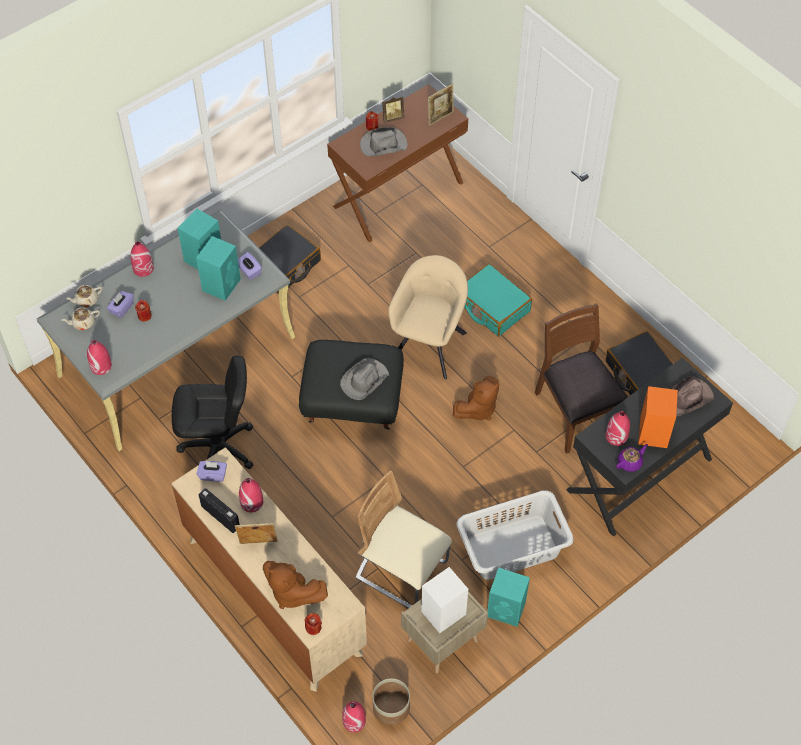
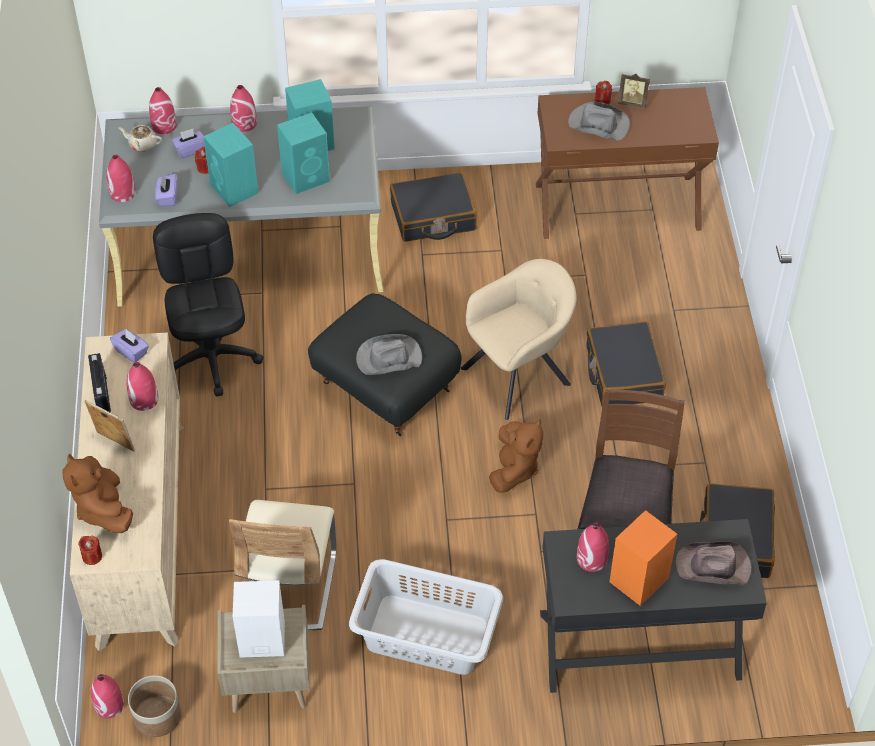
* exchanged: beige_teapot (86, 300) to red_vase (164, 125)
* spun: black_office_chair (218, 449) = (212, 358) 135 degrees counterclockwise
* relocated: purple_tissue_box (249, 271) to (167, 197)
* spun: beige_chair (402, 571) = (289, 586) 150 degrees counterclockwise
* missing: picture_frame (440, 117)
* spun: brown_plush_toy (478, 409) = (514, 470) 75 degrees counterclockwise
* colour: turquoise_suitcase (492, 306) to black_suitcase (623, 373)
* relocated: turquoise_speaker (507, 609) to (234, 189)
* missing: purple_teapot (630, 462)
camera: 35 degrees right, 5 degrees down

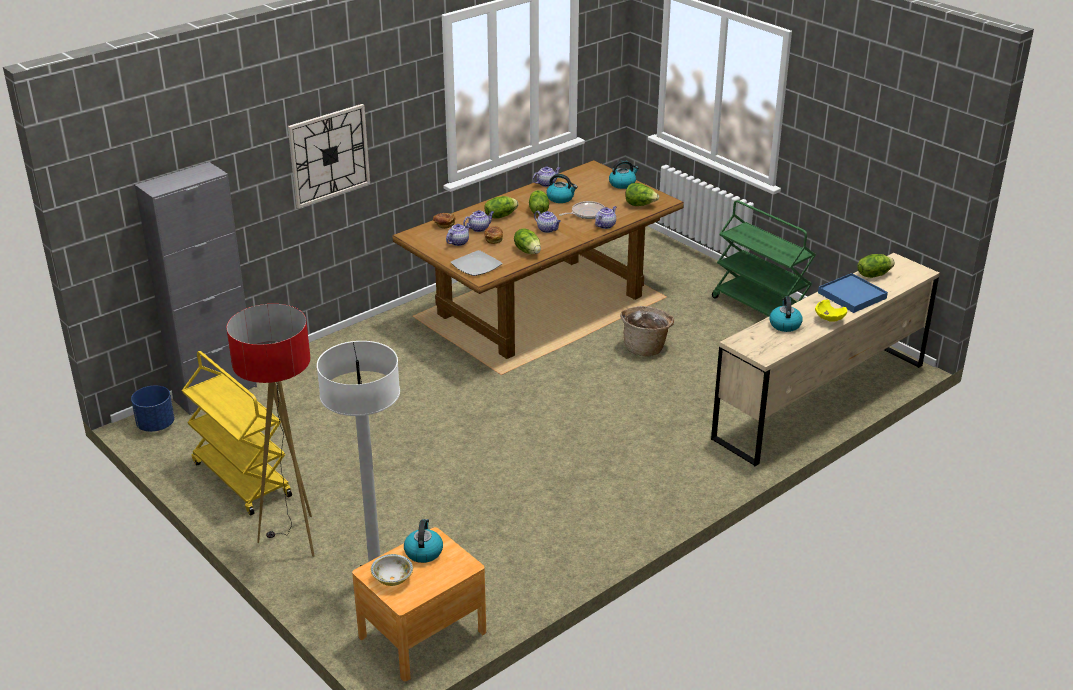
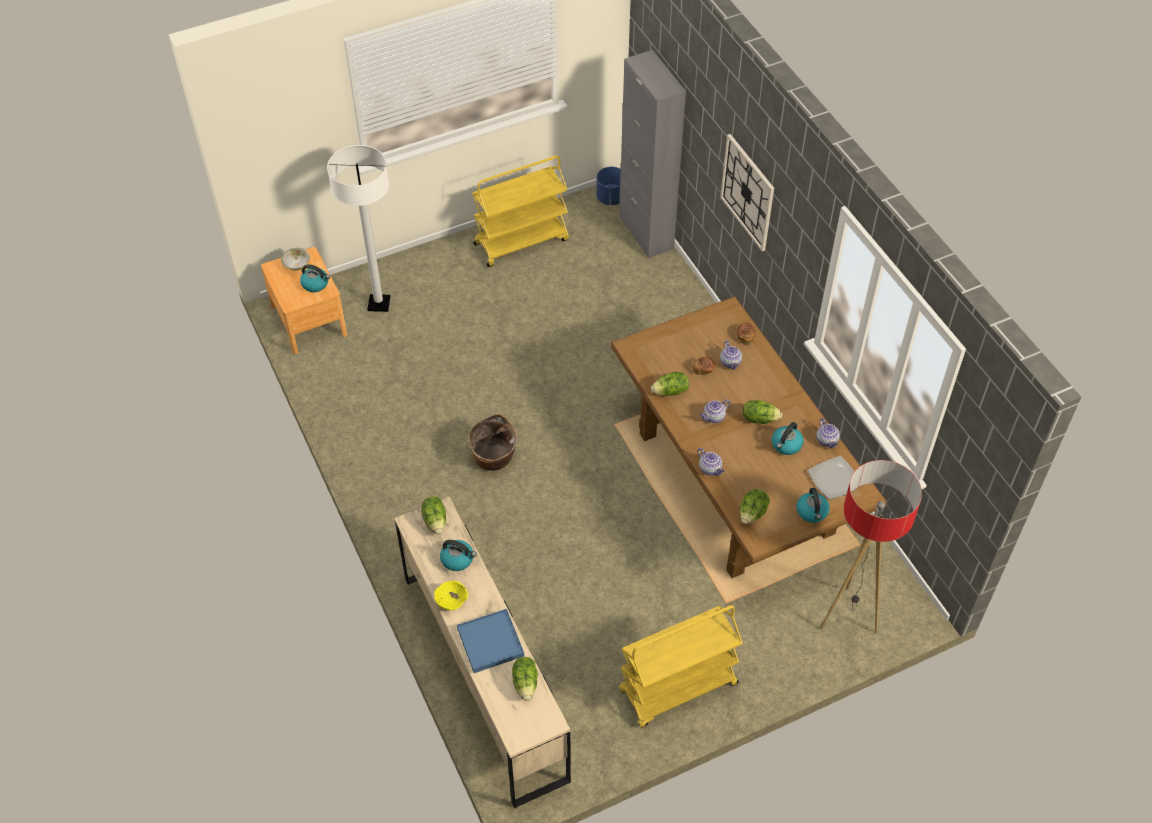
* relocated: floor_lamp (293, 538) to (848, 616)
* missing: teapot (458, 242)
* relocated: plate (477, 265) to (834, 479)
* relocated: lettuce (500, 216) to (436, 521)
* missing: frying_pan (586, 213)
* relocated: basket (645, 347) to (494, 459)
* colour: green_cart (760, 309) to yellow_cart (677, 688)
camera: 105 degrees right, 20 degrees up

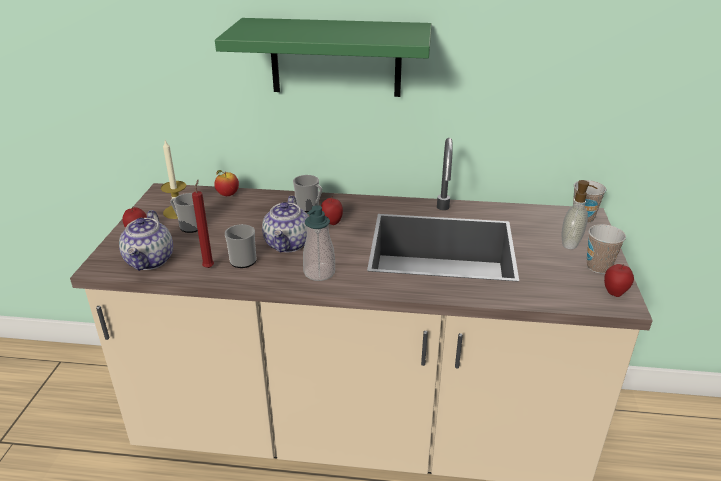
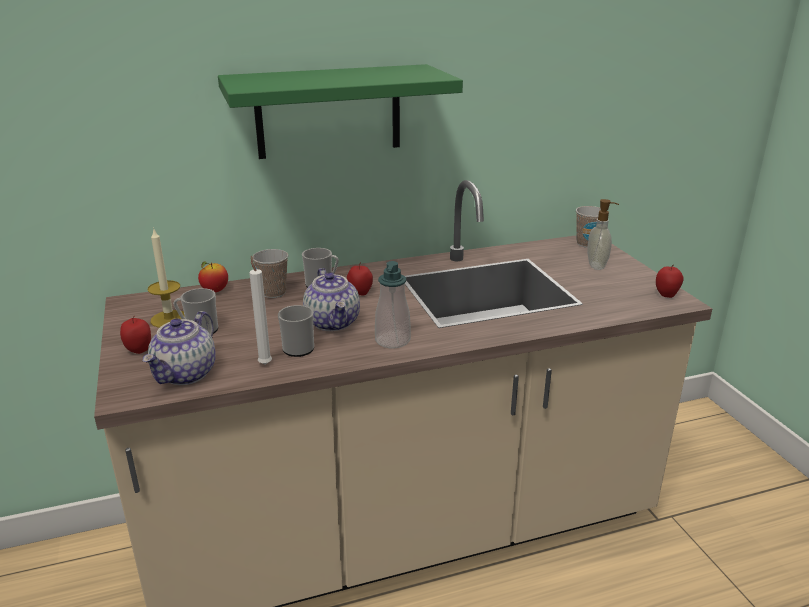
* spun: teapot (150, 261) = (186, 374) 45 degrees clockwise
* colour: red_candle (209, 267) to white_candle (264, 363)
* relocated: cup (598, 267) to (273, 293)
camera: 25 degrees left, 5 degrees down

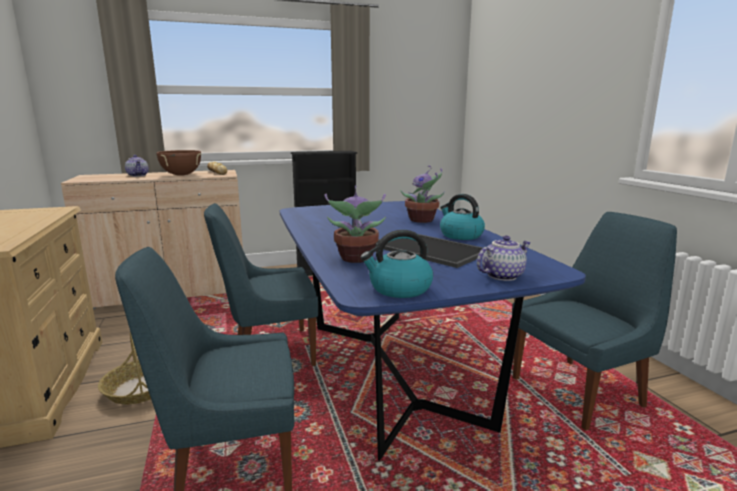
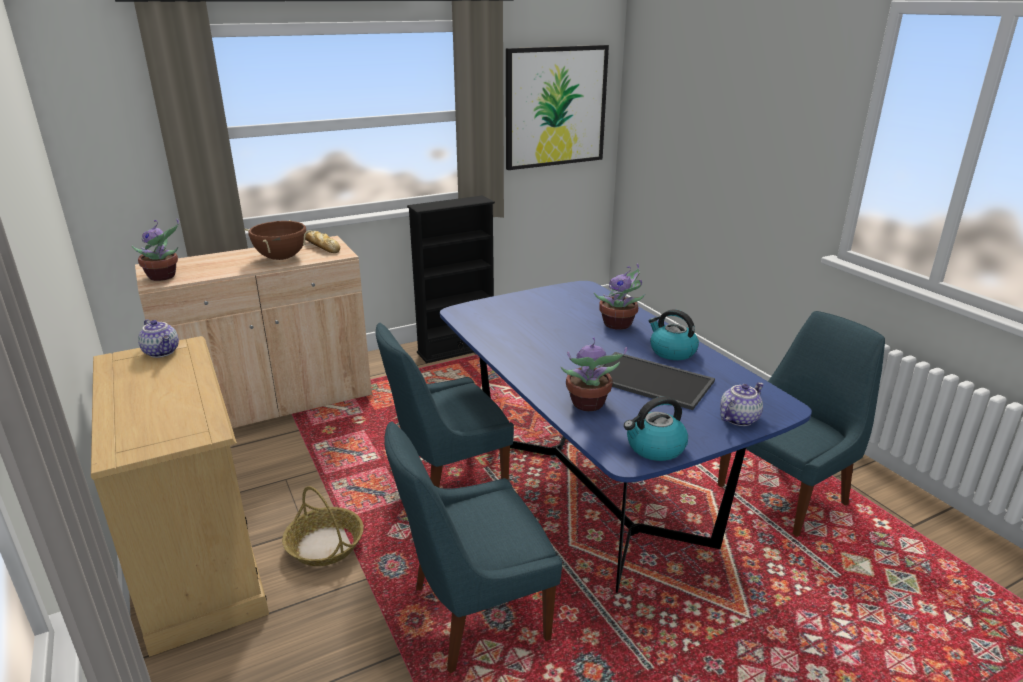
* relocated: teapot (138, 175) to (162, 352)
* appeared: potted_plant (163, 277)
* appeared: picture (555, 107)
camera: 10 degrees left, 10 degrees up

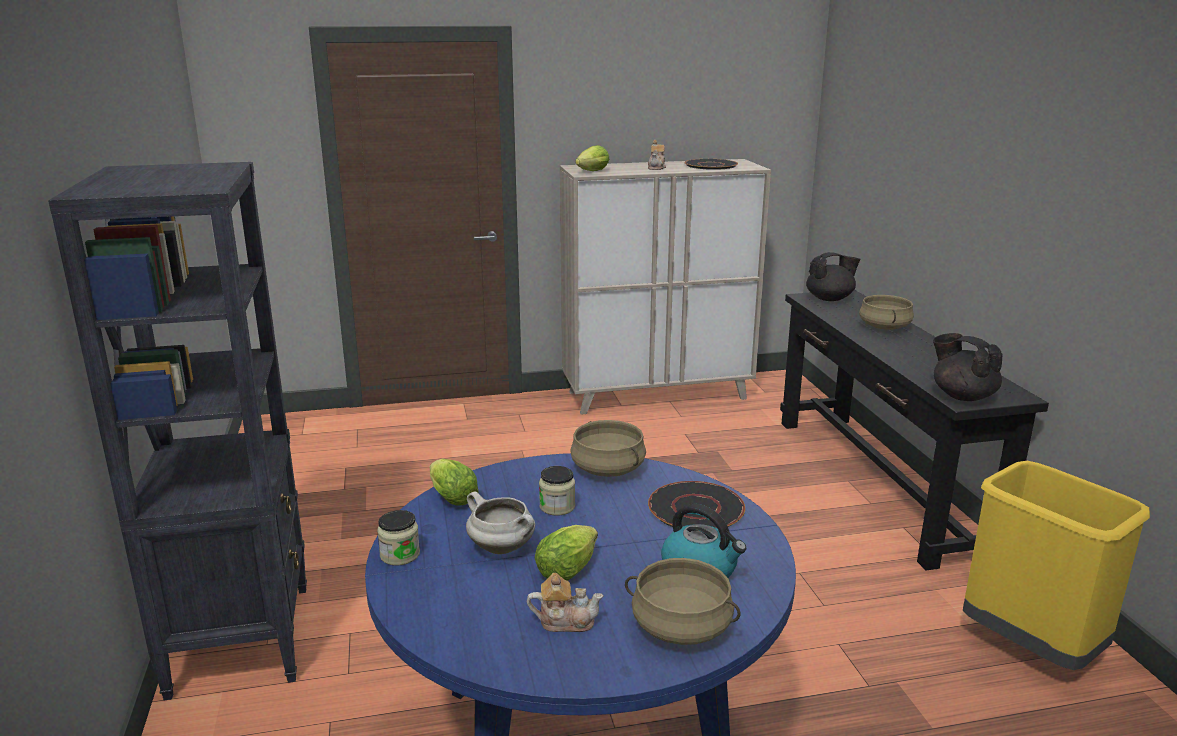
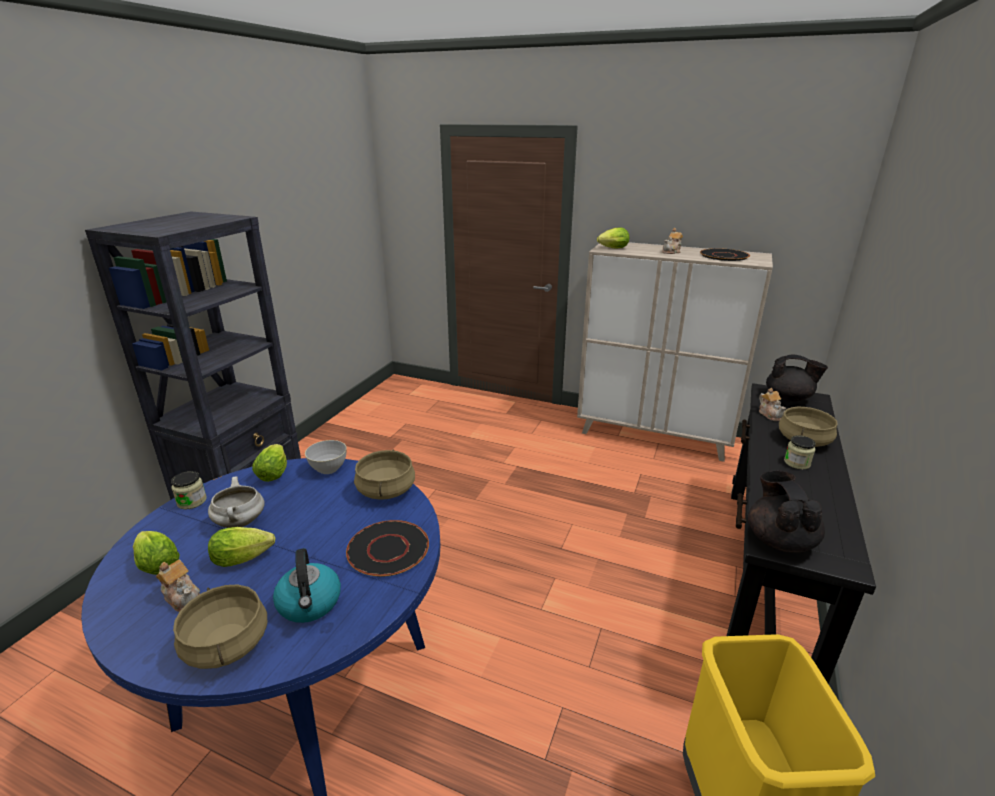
* relocated: jar (557, 507) to (797, 463)
* appeared: lettuce (157, 563)
* appeared: grey_bowl (328, 469)
* appeared: teapot (770, 414)
camera: 35 degrees right, 5 degrees up

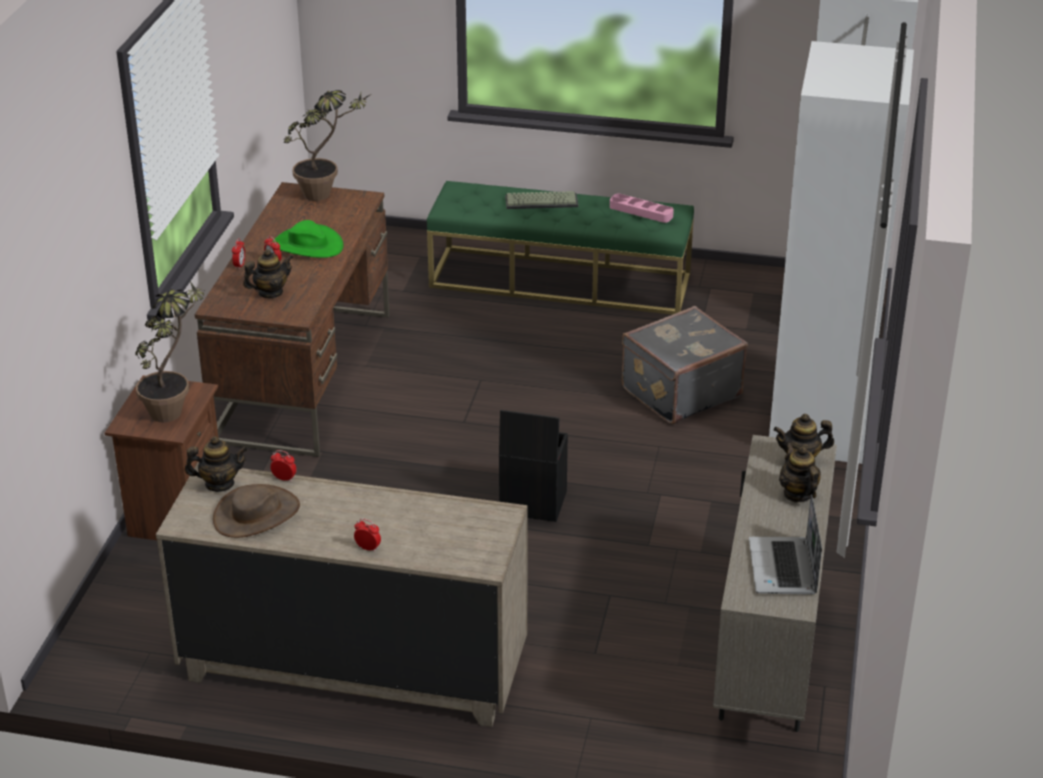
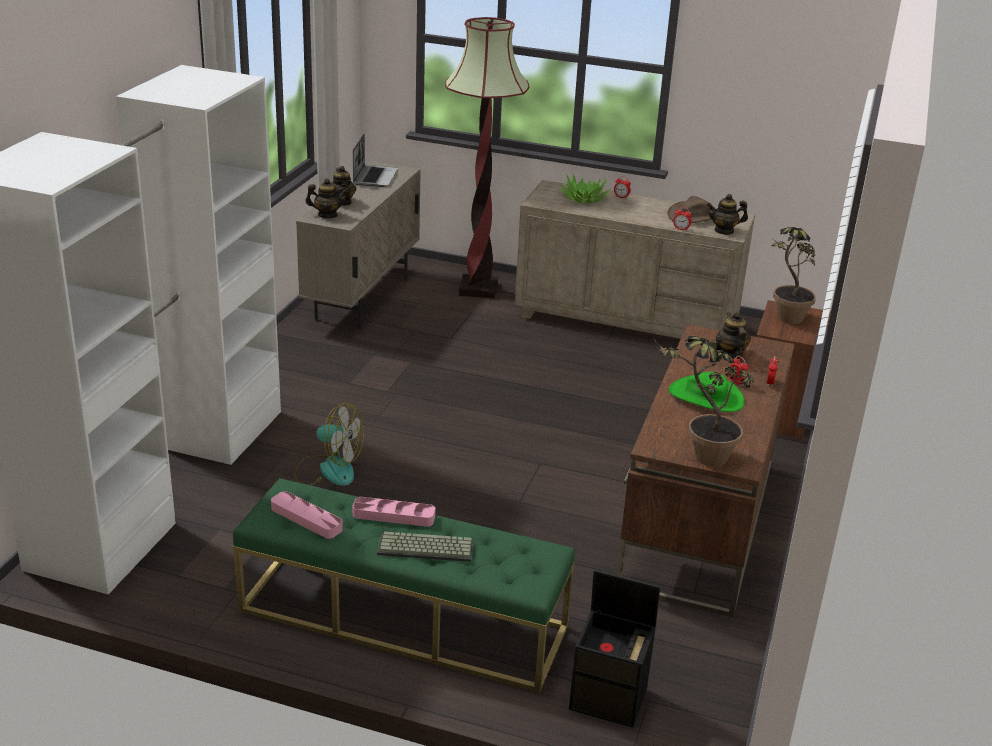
* spun: teapot (270, 292) = (730, 354) 105 degrees clockwise
* relocated: black_storage_box (531, 503) to (610, 698)
* exchanged: grey_suitcase (679, 391) to fan (328, 470)
* appeared: pink_tray (394, 516)
* appeared: floor_lamp (478, 289)
* appeared: potted_plant (584, 199)
camera: 175 degrees left, 5 degrees down

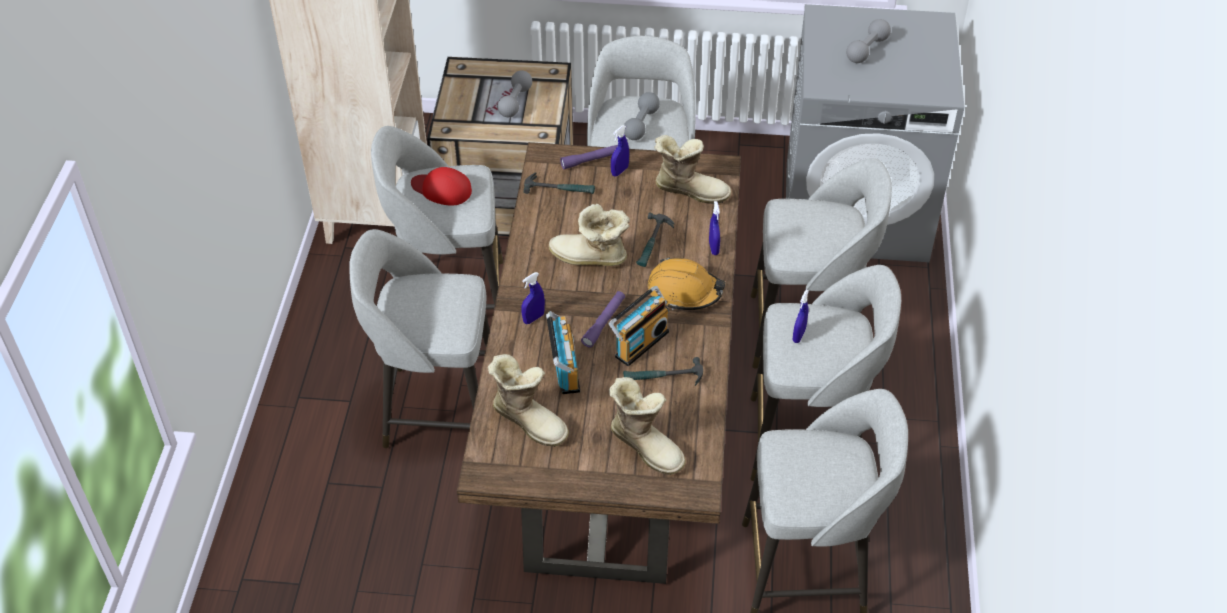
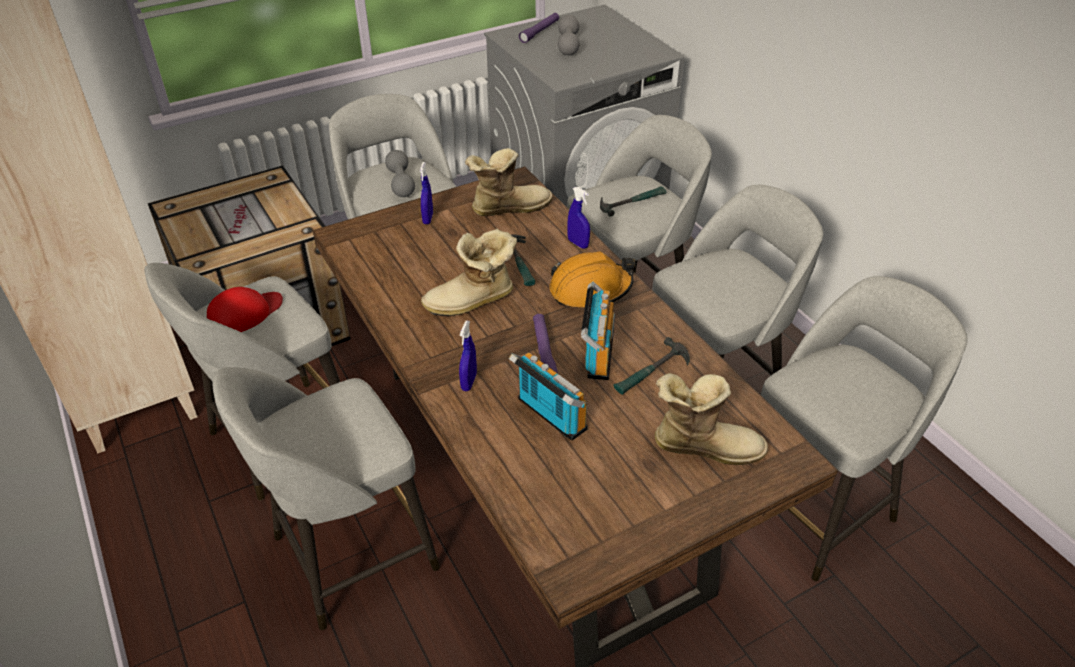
* spun: red_cap (442, 189) = (245, 313) 150 degrees clockwise
* missing: boot (530, 420)
* missing: grey_dumbbell (515, 102)
* relocated: hammer (559, 189) to (632, 202)
* relocated: purple_flashlight (592, 160) to (539, 32)
* missing: blue_spray_bottle (799, 335)
camera: 35 degrees left, 5 degrees down

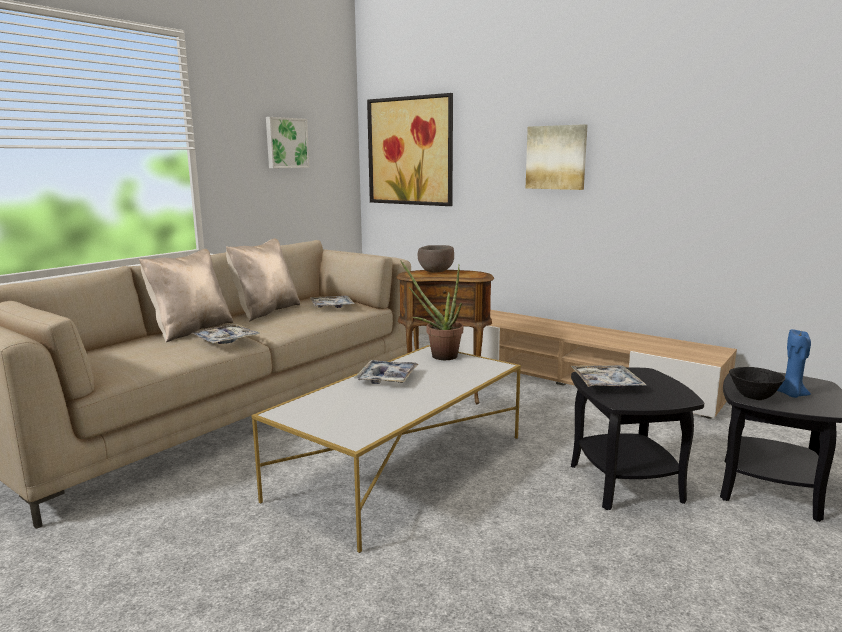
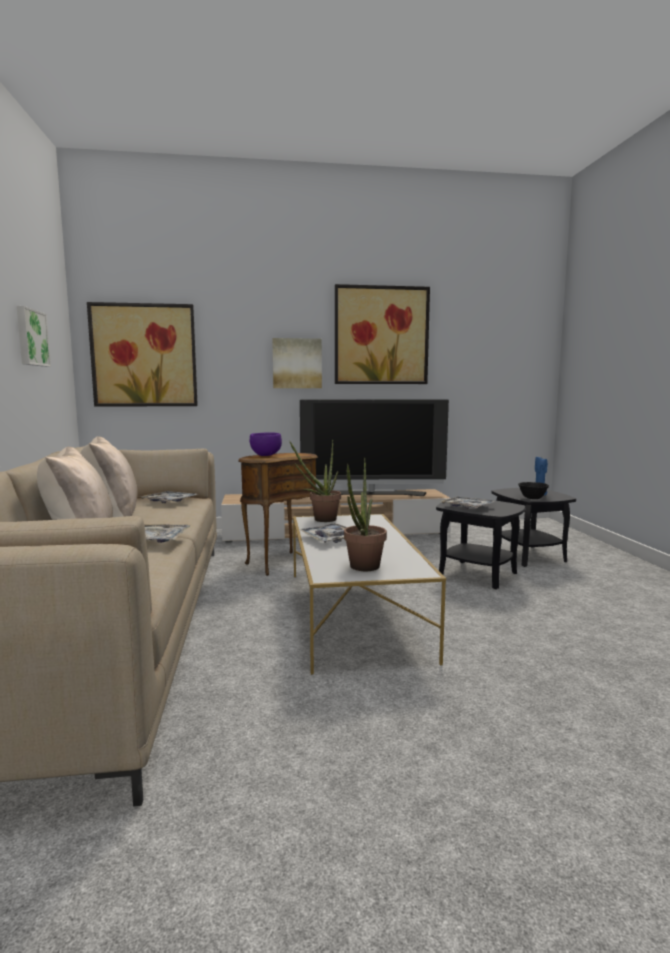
* colour: brown_bowl (436, 272) to purple_bowl (265, 455)
* appeared: television (372, 494)
* appeared: picture (381, 335)
* appeared: potted_plant (362, 568)
camera: 45 degrees left, 5 degrees down

